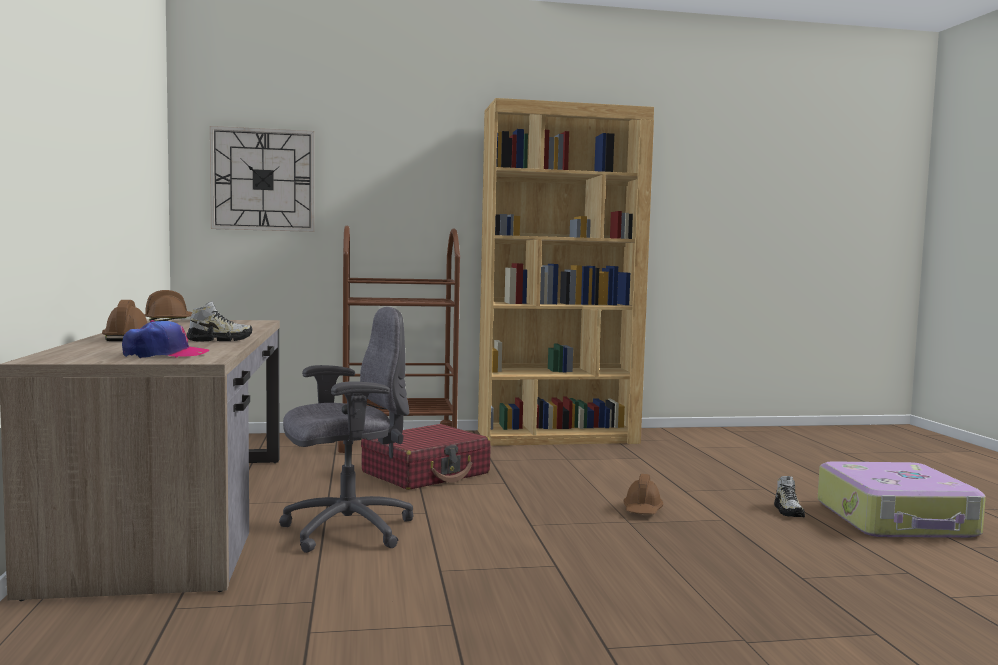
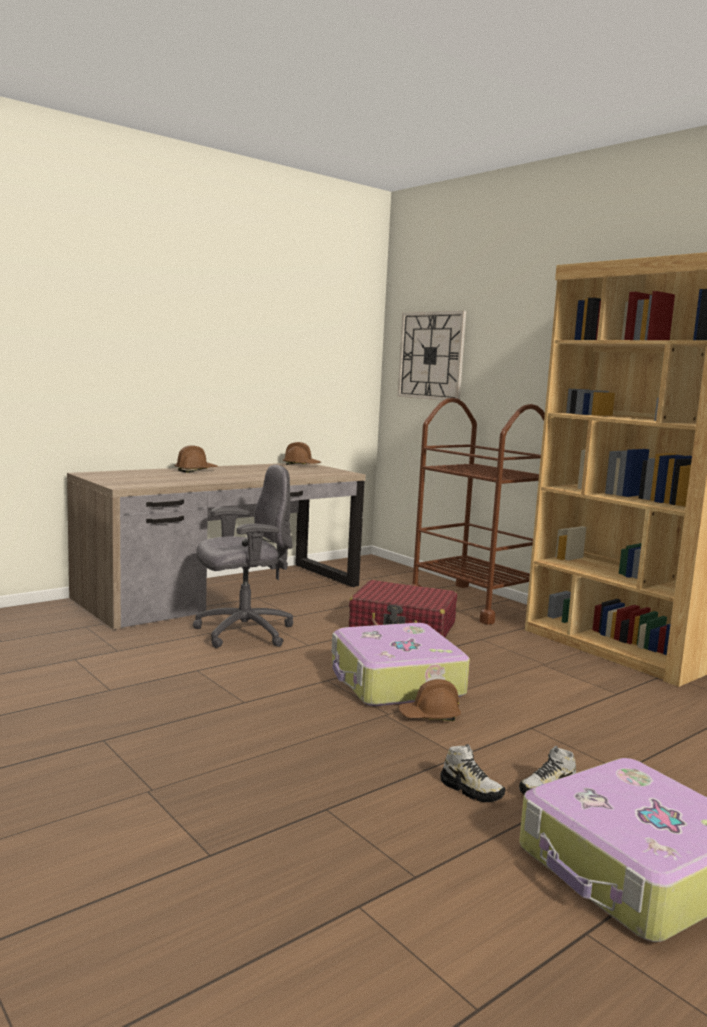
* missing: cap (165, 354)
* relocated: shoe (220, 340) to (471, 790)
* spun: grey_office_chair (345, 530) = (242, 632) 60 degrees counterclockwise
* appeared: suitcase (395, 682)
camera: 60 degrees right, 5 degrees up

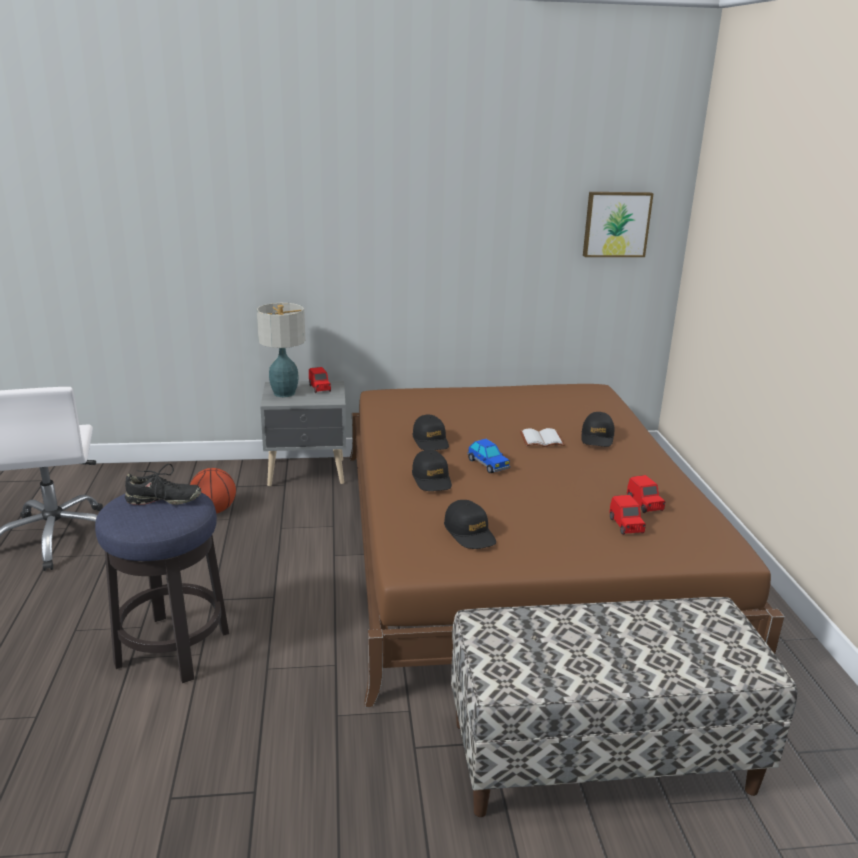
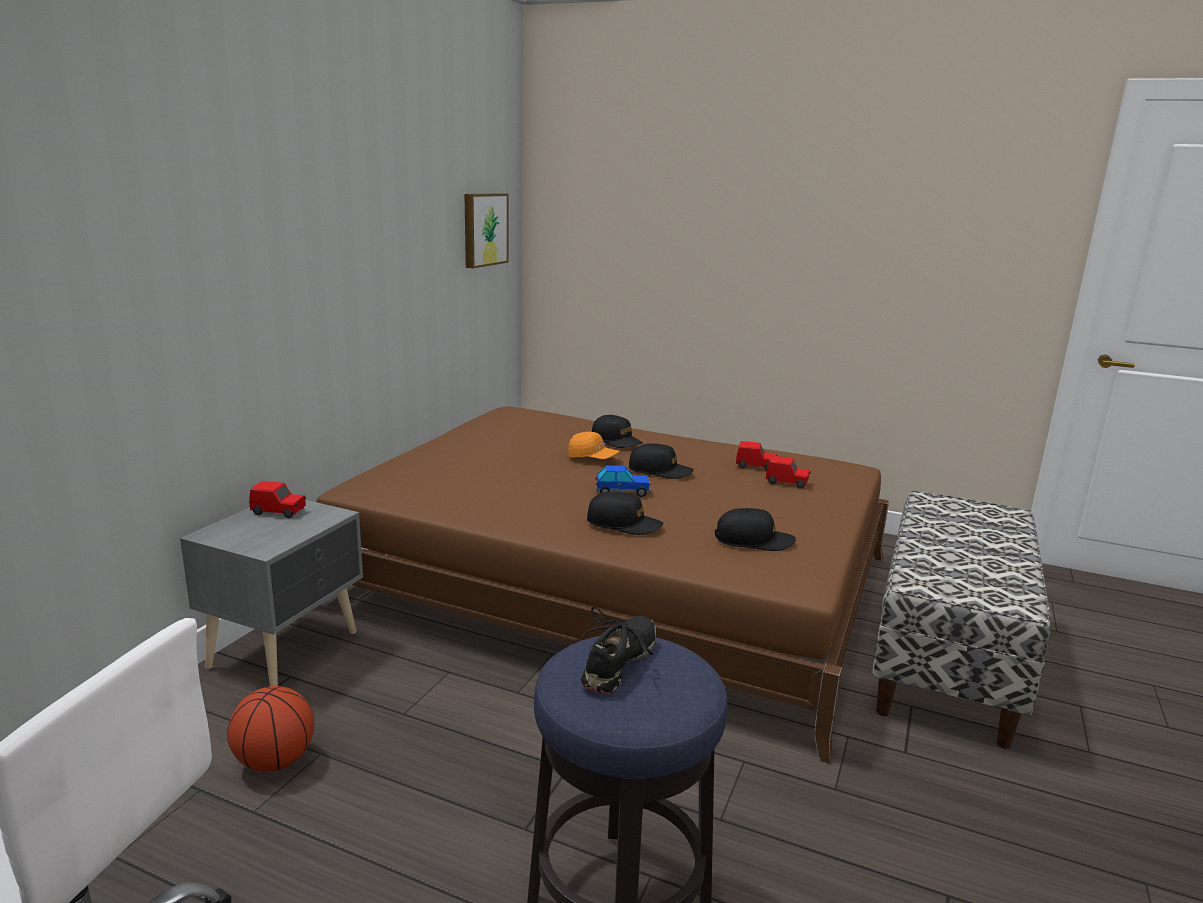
* missing: table_lamp (284, 393)
* relocated: black_cap (430, 441) to (660, 471)
* exchanged: white_book (542, 439) to orange_cap (592, 458)
camera: 60 degrees left, 5 degrees down

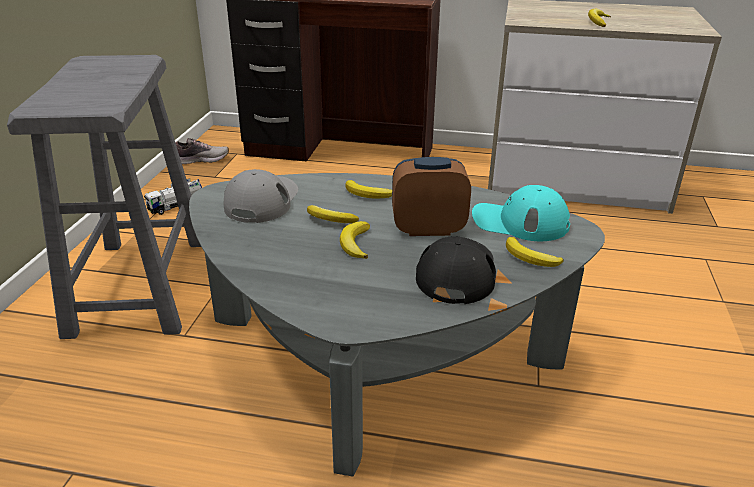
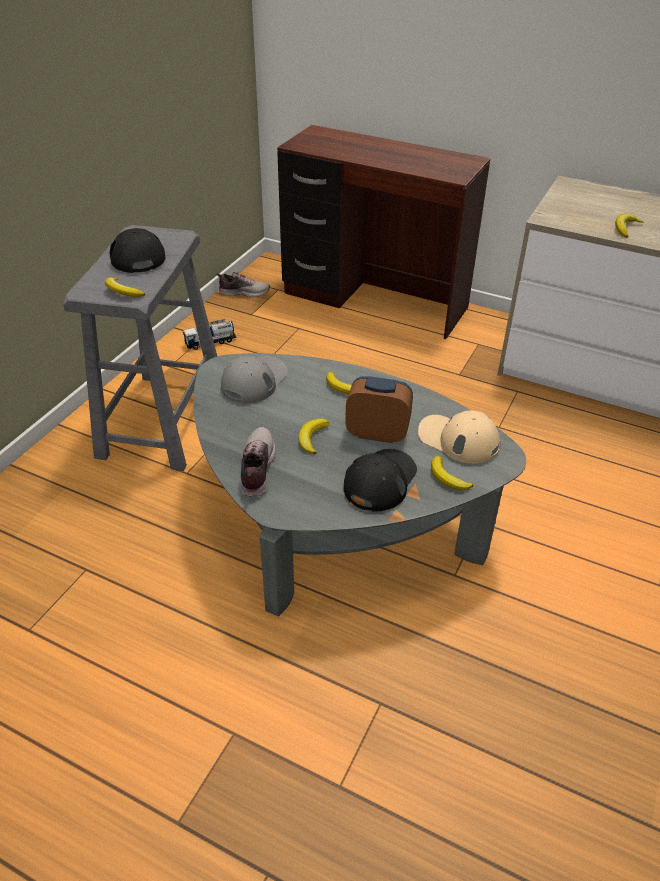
* relocated: banana (329, 220) to (122, 292)
* colour: turquoise_cap (519, 222) to beige_cap (458, 439)
* appeared: black_cap (136, 255)
* appeared: shoe (256, 469)
camera: 15 degrees right, 10 degrees up

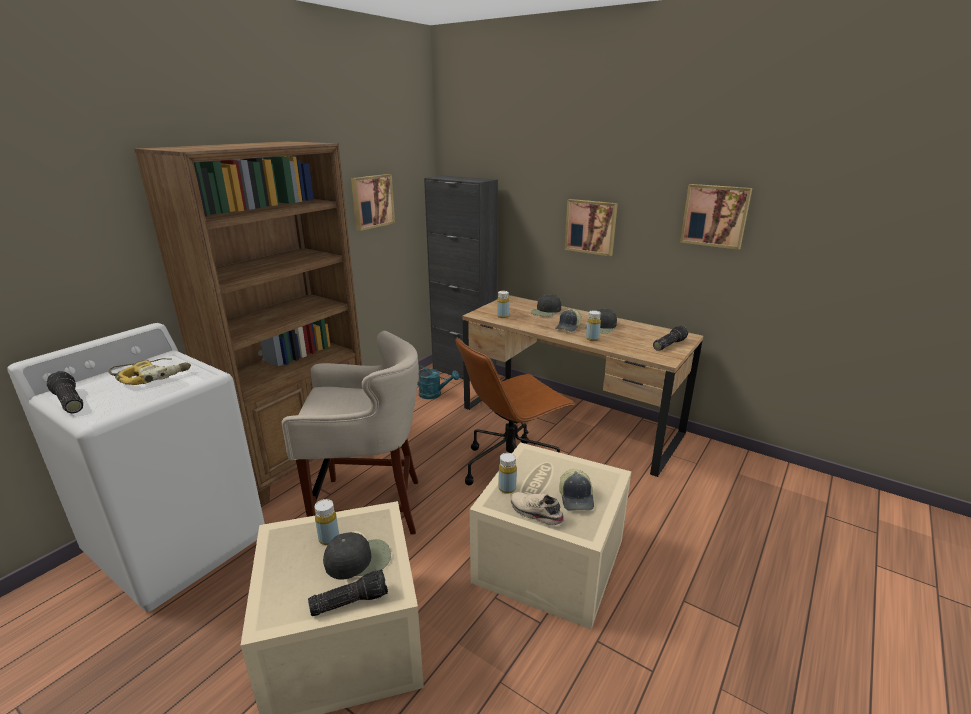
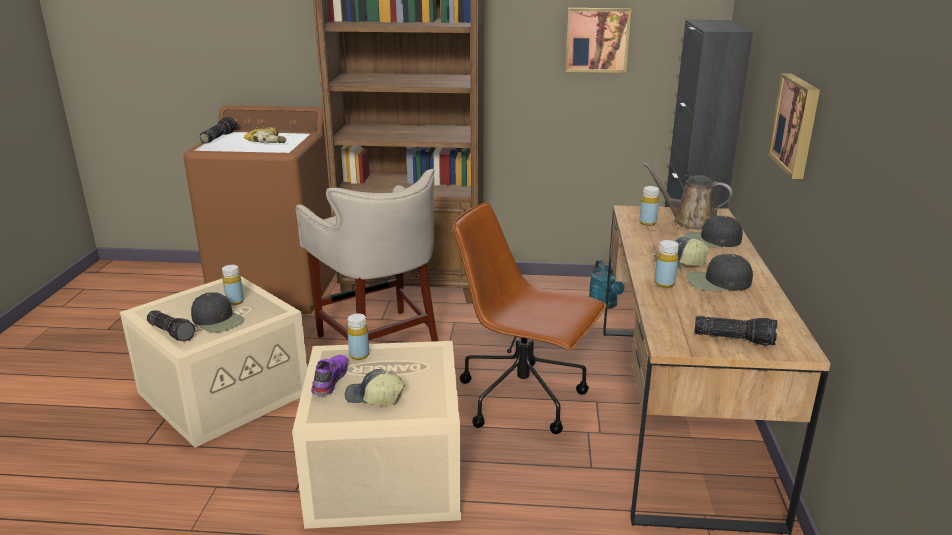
* colour: white_washing_machine (179, 544) to brown_washing_machine (278, 289)
* colour: beige_shoe (535, 513) to purple_shoe (329, 380)
* spun: cap (576, 498) = (374, 398) 45 degrees clockwise
* missing: picture (715, 215)
* appeared: brown_watering_can (689, 221)
camera: 60 degrees right, 0 degrees up

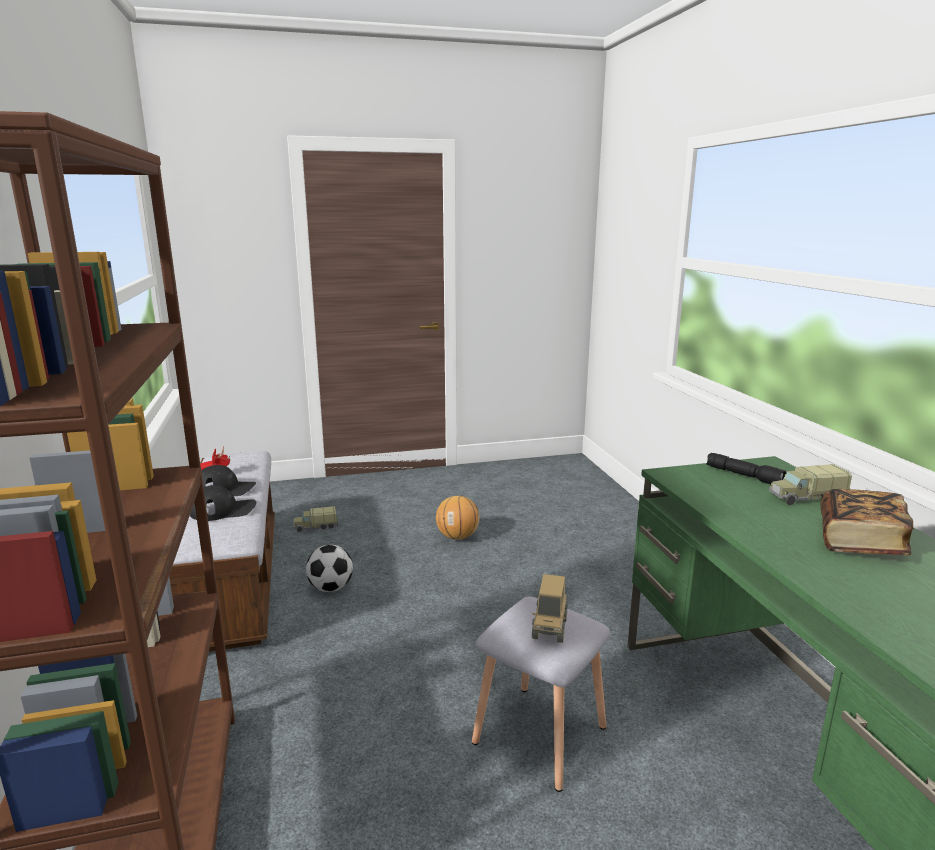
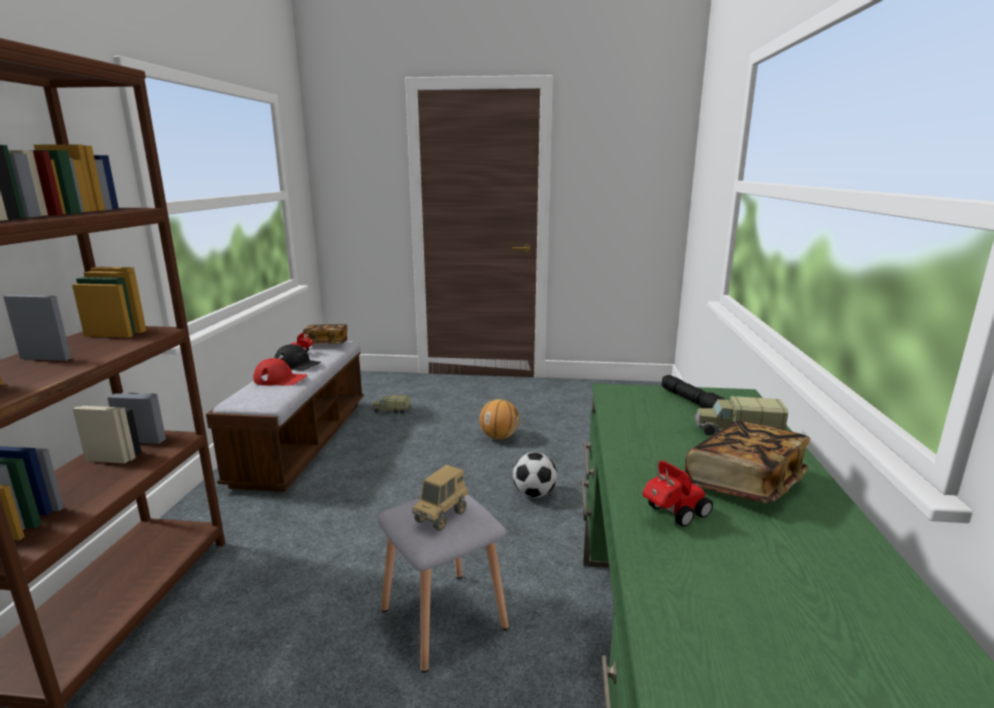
* colour: black_cap (223, 510) to red_cap (280, 379)
* relocated: football (330, 588) to (534, 494)
* appeared: book (327, 344)
* appeared: toy_car (672, 514)
camera: 20 degrees right, 0 degrees up

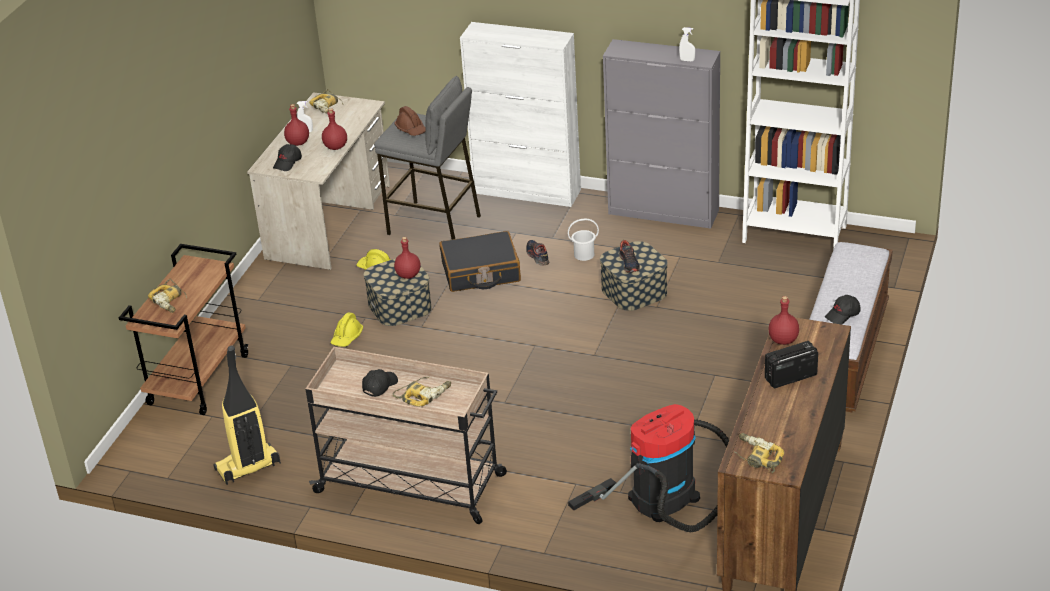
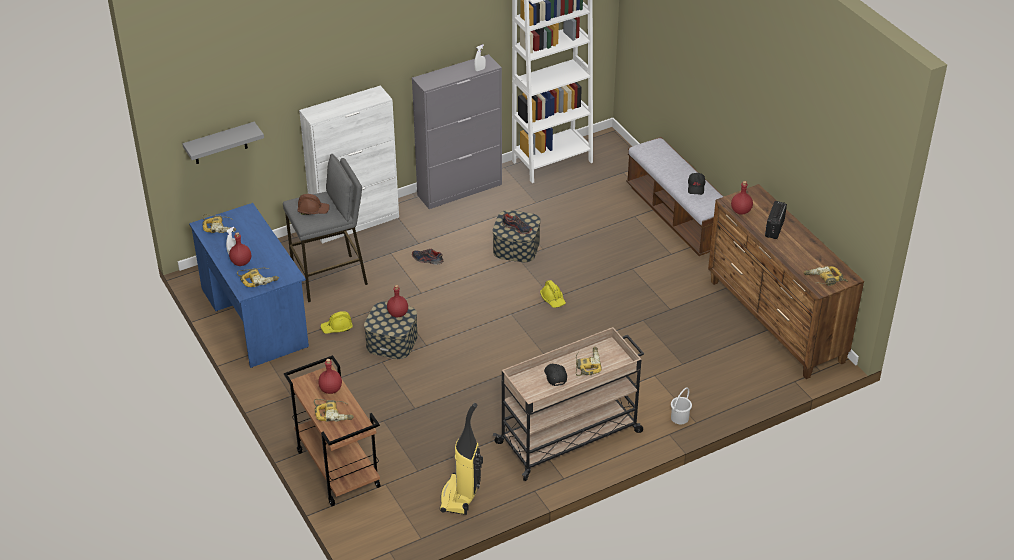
* colour: beige_desk (329, 222) to blue_desk (254, 317)
* exchanged: black_cap (288, 163) to power_drill (258, 279)
* relocated: red_bottle (336, 147) to (331, 389)
* relocated: yellow_hard_hat (347, 337) to (553, 299)
* missing: black_suitcase (480, 272)
* relocated: white_bucket (584, 255) to (680, 418)
* missing: vacuum_cleaner (668, 493)
* appeared: grey_shelf (220, 144)
camera: 50 degrees left, 5 degrees up

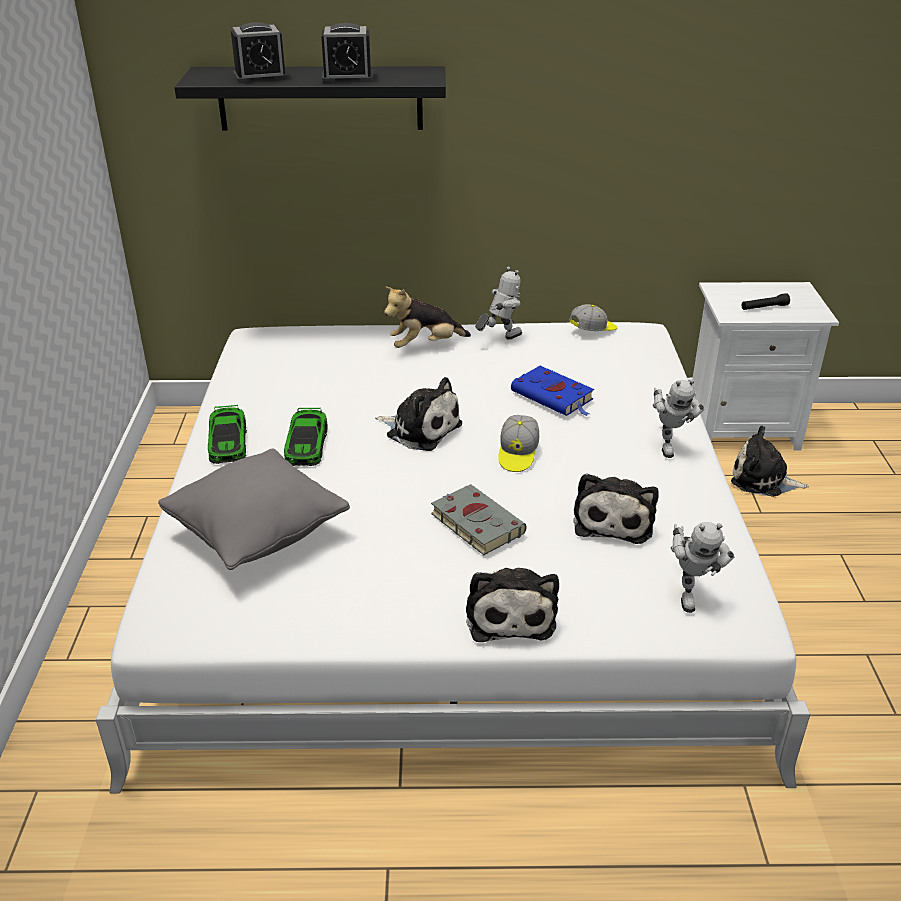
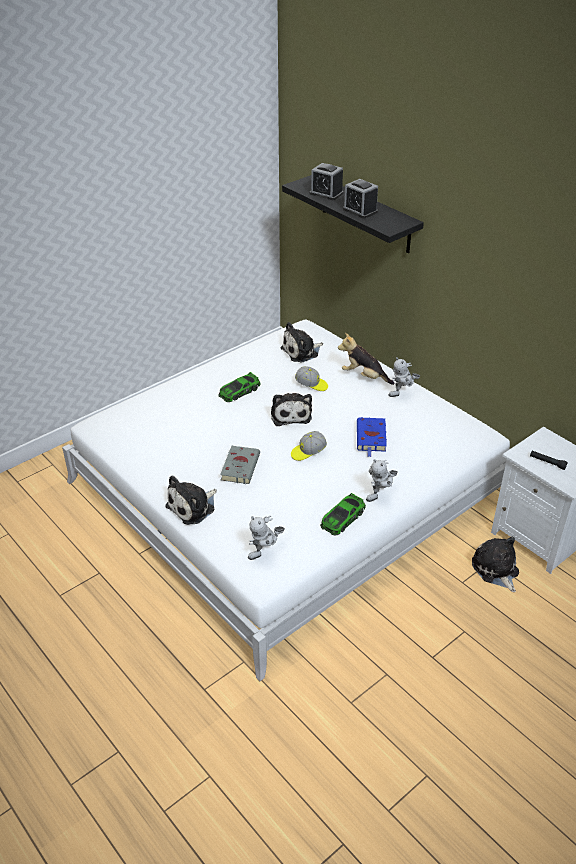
* missing: grey_pillow (258, 535)
* relocated: toy_car (228, 442) to (342, 518)
* spun: toy_robot (499, 339) = (402, 394) 135 degrees clockwise
* relocated: cap (593, 330) to (311, 385)
* relocated: plush_toy (613, 520) to (302, 351)
camera: 50 degrees right, 5 degrees up

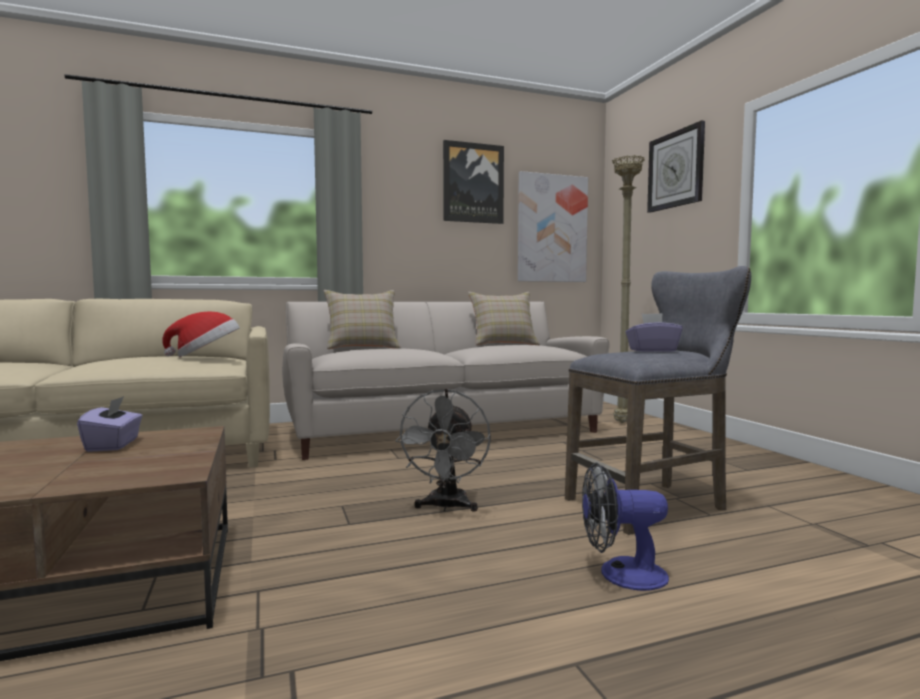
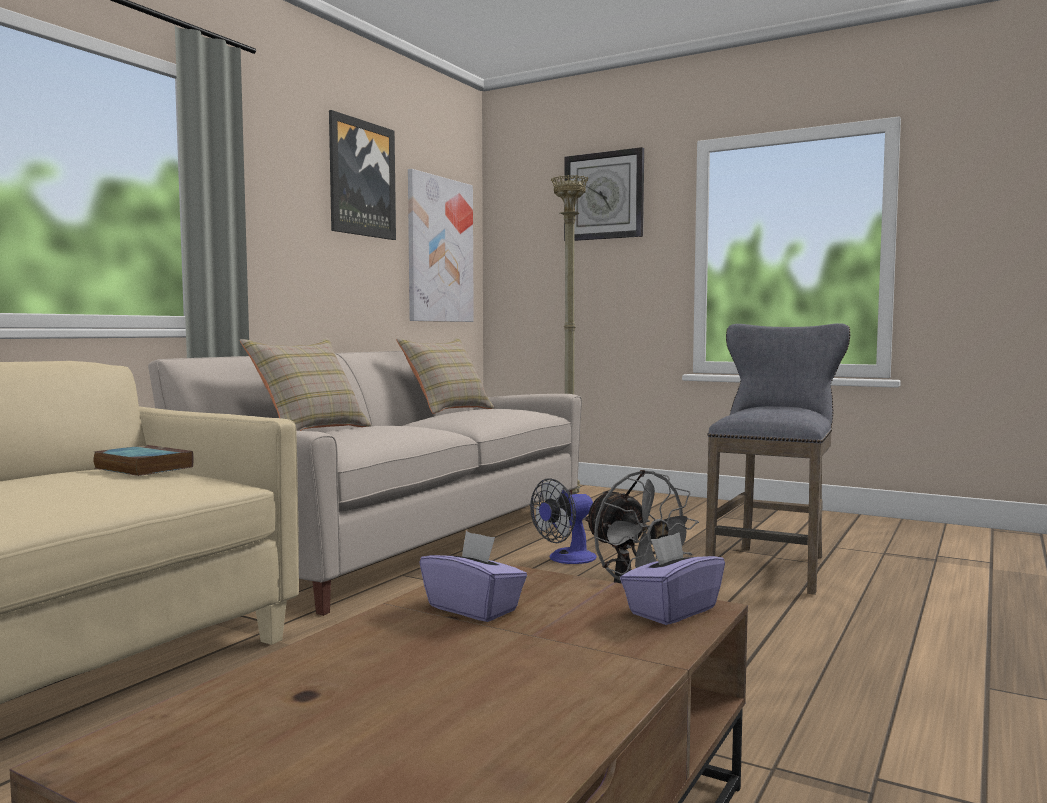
* exchanged: hat (206, 356) to book (141, 467)
* relocated: fan (621, 574) to (566, 559)
* relocated: purple_tissue_box (652, 350) to (671, 611)
camera: 40 degrees left, 0 degrees up

